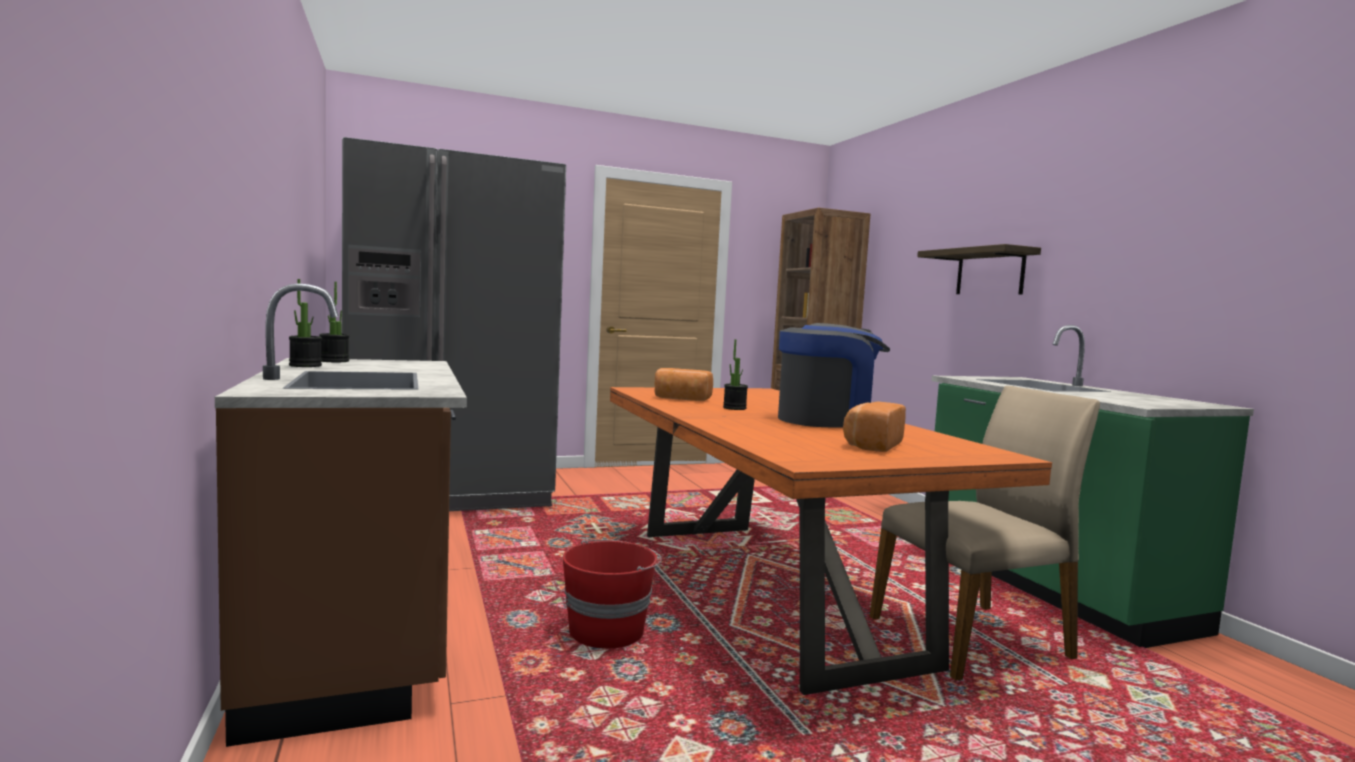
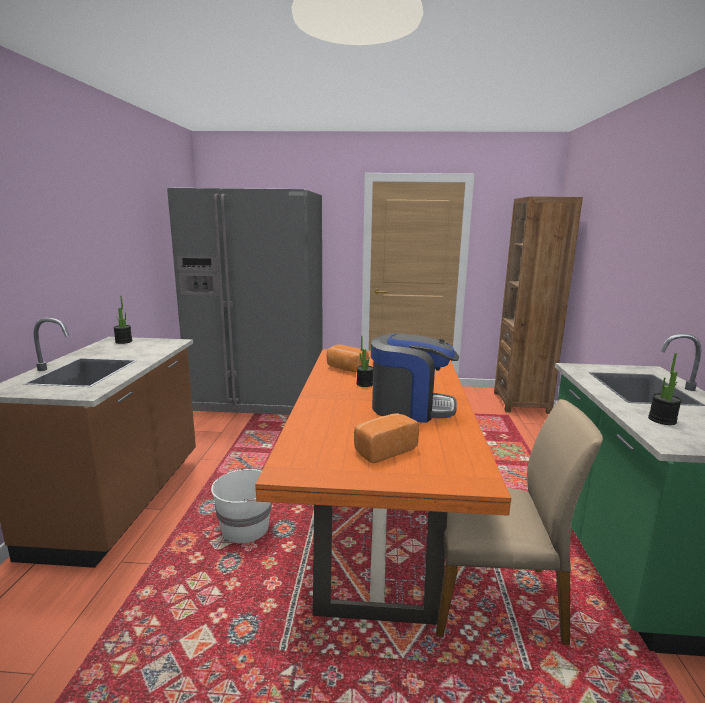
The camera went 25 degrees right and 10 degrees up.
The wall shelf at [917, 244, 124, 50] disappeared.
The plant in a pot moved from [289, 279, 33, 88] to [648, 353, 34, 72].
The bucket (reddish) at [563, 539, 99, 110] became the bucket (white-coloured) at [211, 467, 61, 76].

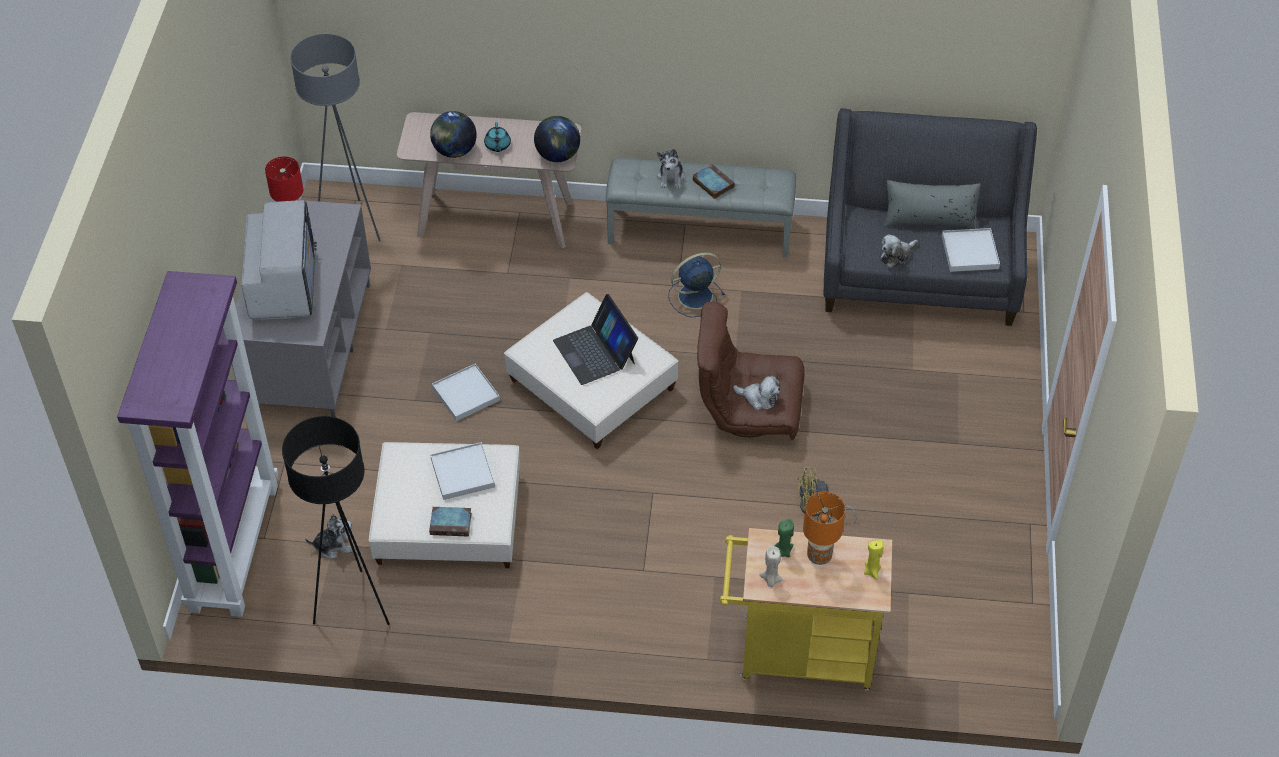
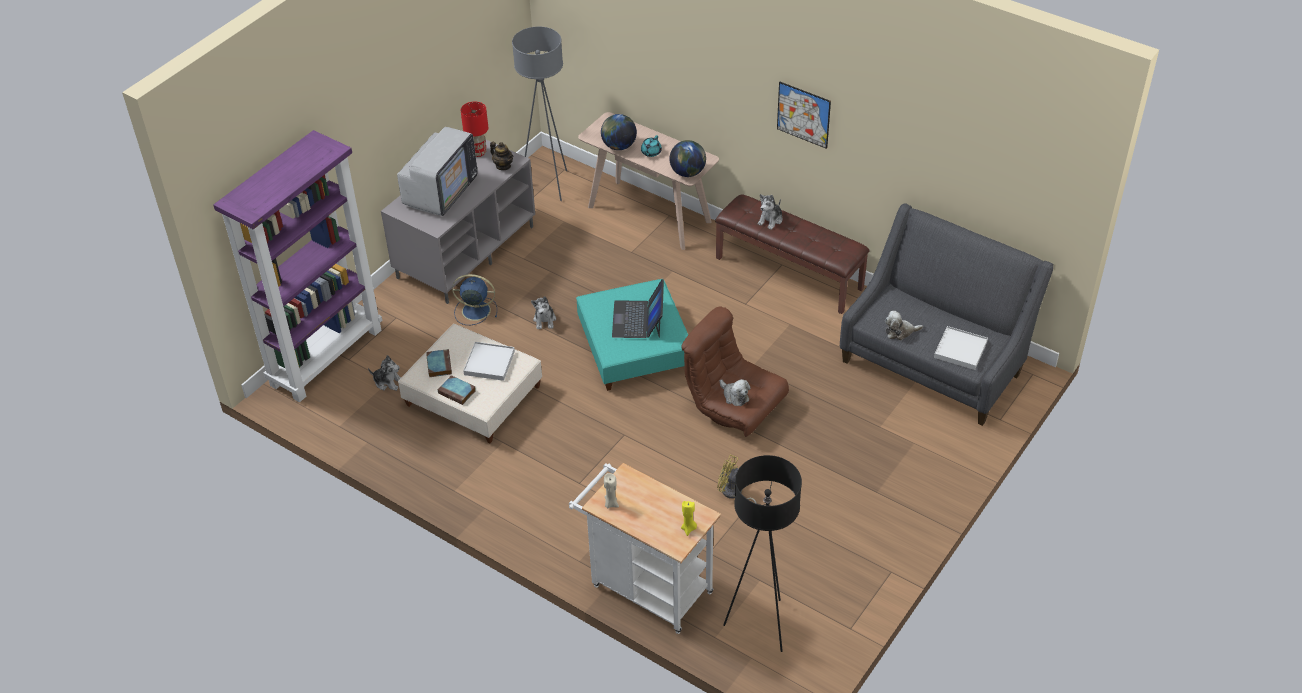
The camera went 30 degrees right and 5 degrees down.
The indoor bench (greyish) at [606, 158, 190, 99] became the indoor bench (brownish) at [715, 195, 155, 119].
The bound book moved from [692, 164, 43, 35] to [426, 349, 26, 28].
The cushion (greyish) at [884, 180, 97, 49] disappeared.
The cooling fan (blue) moved from [668, 253, 57, 64] to [452, 274, 45, 51].
The ottoman (sand-coloured) at [504, 292, 175, 157] became the ottoman (turquoise-coloured) at [576, 279, 112, 112].
The serving tray (white-coloured) at [432, 364, 68, 57] was replaced by the soft toy at [531, 296, 25, 33].
The standing lamp (black-coloured) moved from [282, 416, 108, 209] to [723, 455, 79, 197].
The tabletop lamp (orange-coloured) at [803, 492, 42, 73] disappeared.
The wax candle (green-coloured) at [775, 519, 19, 39] disappeared.
The cart (yellow) at [720, 528, 172, 163] became the cart (white-coloured) at [569, 463, 152, 171].
The picture at [777, 82, 54, 67] appeared.
The pot for tea at [490, 142, 23, 28] appeared.

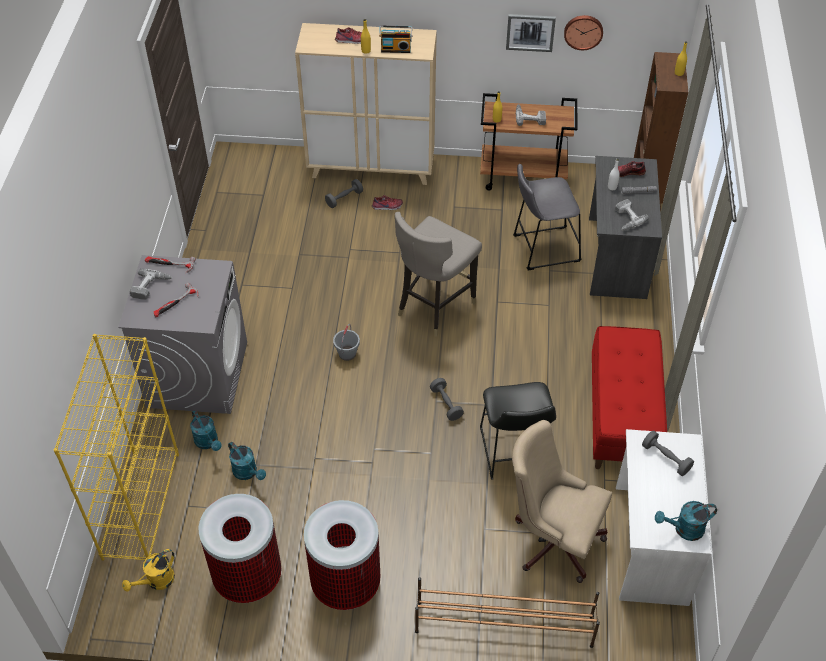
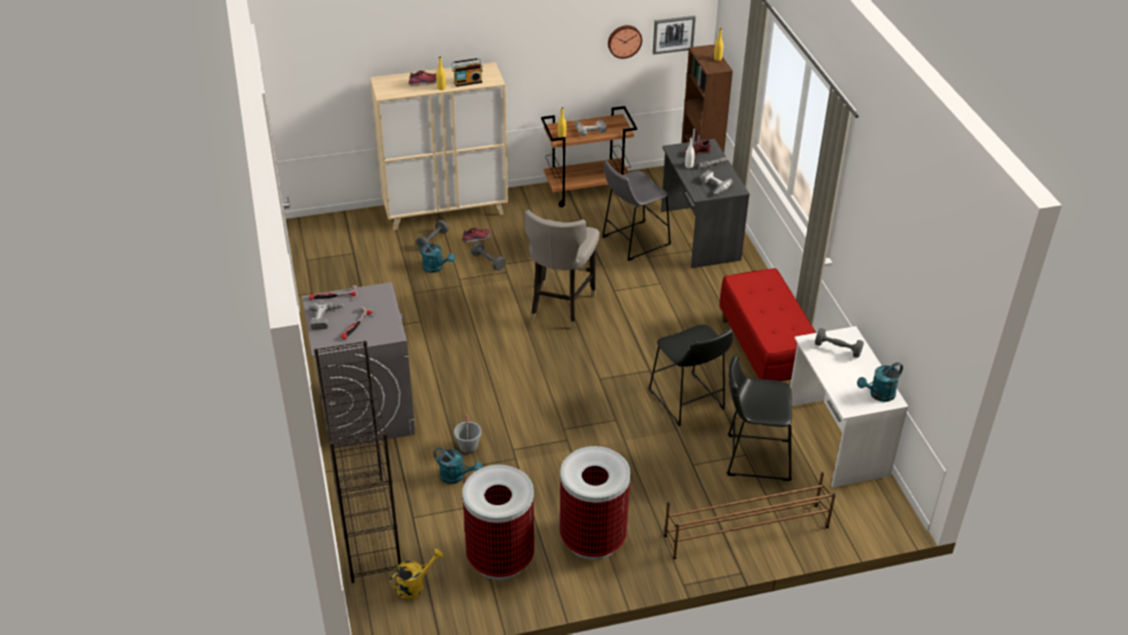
The camera went 20 degrees left and 10 degrees down.
The picture moved from [506, 14, 50, 38] to [653, 16, 43, 38].
The bucket (greyish) moved from [333, 324, 27, 37] to [454, 414, 28, 40].
The bookcase (yellow) at [54, 334, 125, 227] became the bookcase (black-coloured) at [314, 341, 87, 242].
The dumbbell (greyish) moved from [430, 378, 34, 43] to [471, 242, 35, 29].
The watering can (turquoise-coloured) moved from [190, 410, 32, 41] to [418, 240, 37, 33].
The office chair (sand-coloured) at [512, 420, 100, 163] was replaced by the sitting stool (black-coloured) at [727, 355, 65, 126].
The watering can (yellow) at [122, 549, 53, 43] turned 150 degrees counterclockwise.

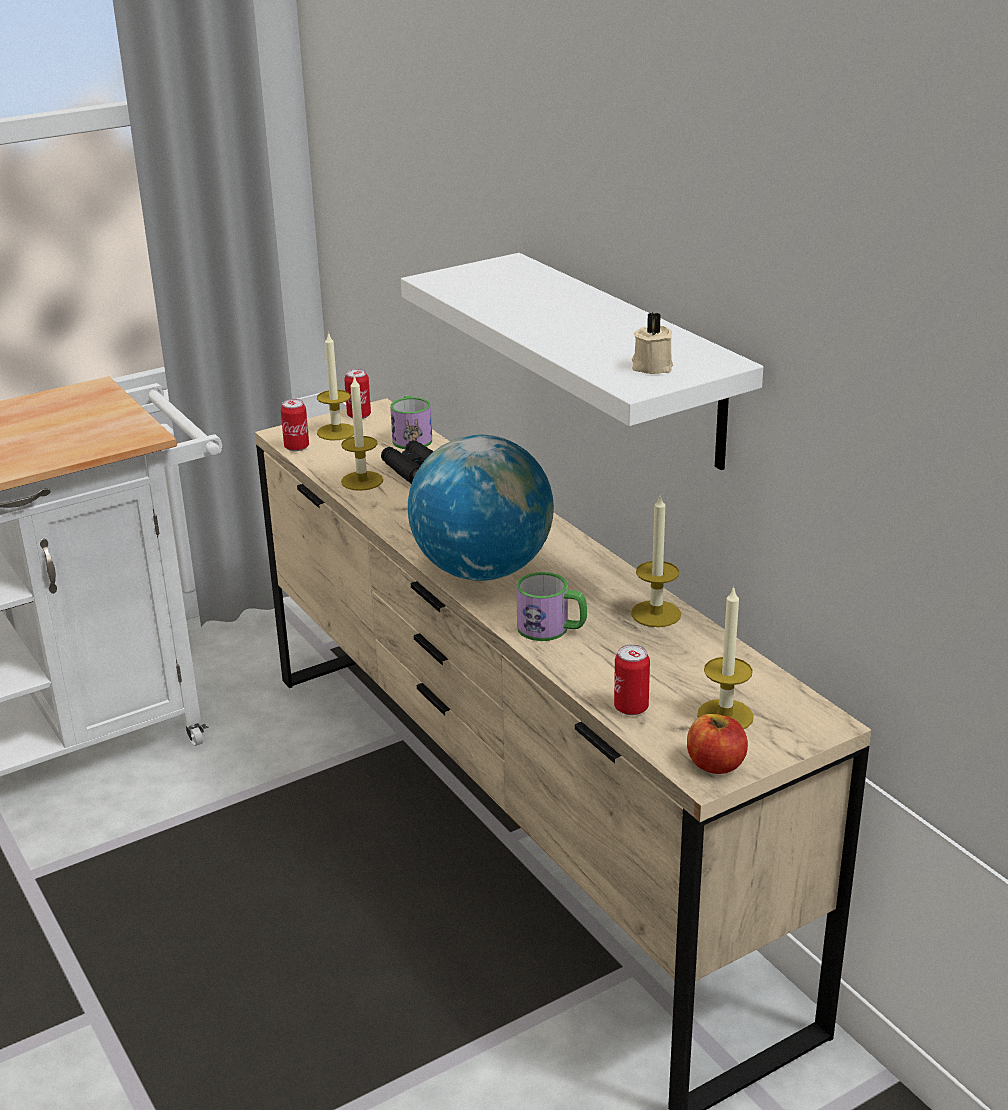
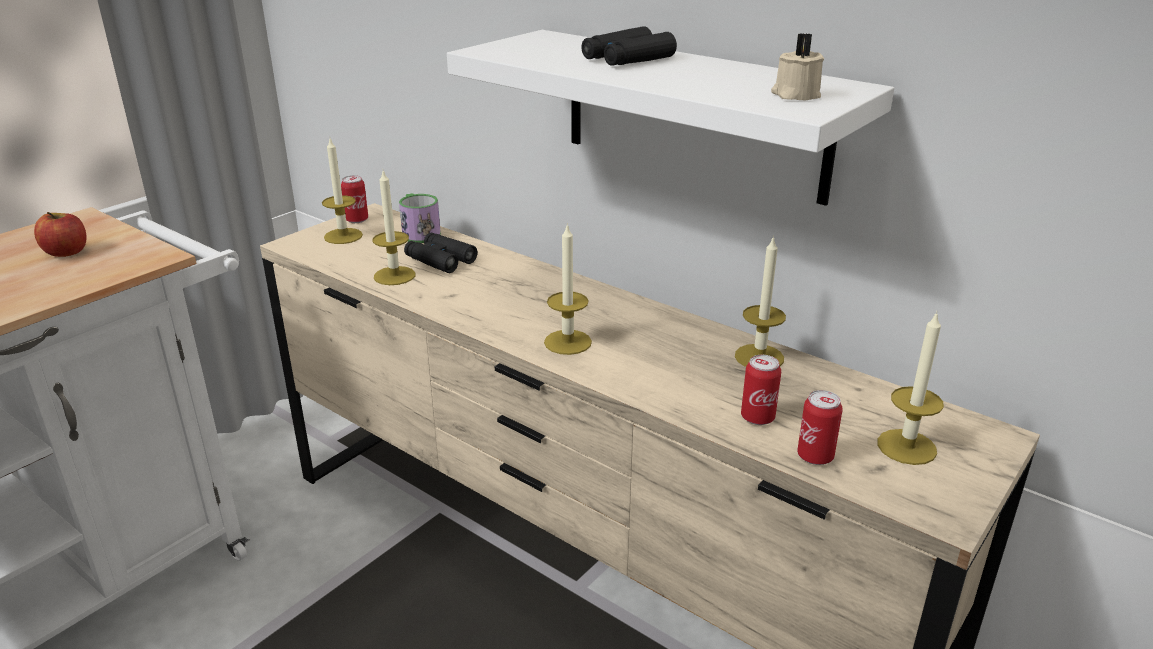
The camera went 20 degrees left and 0 degrees up.
The can moved from [281, 399, 28, 52] to [741, 355, 40, 70].
The desk globe at [408, 435, 146, 146] was replaced by the wax candle at [544, 223, 48, 132].
The tea mug at [516, 572, 71, 69] disappeared.
The apple moved from [687, 714, 61, 60] to [34, 212, 52, 45].
The pair of binoculars (black-coloured) at [581, 27, 96, 39] appeared.

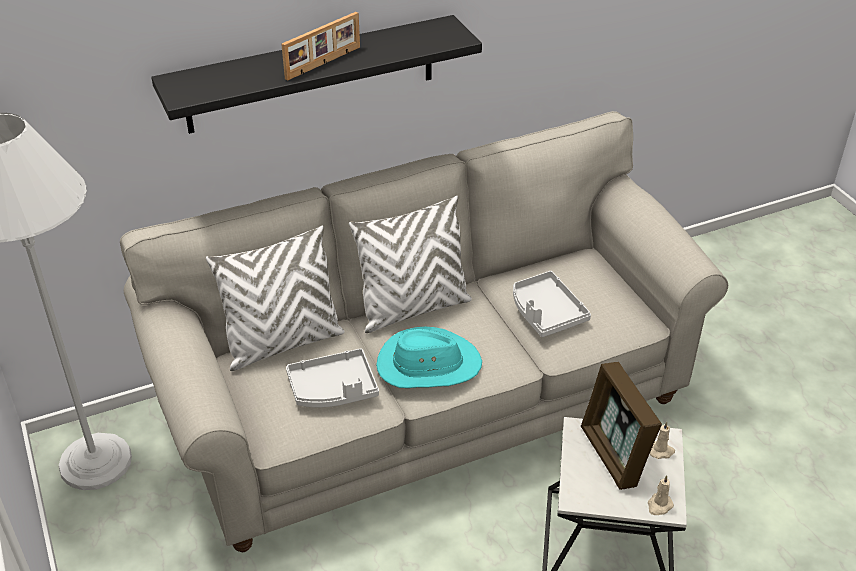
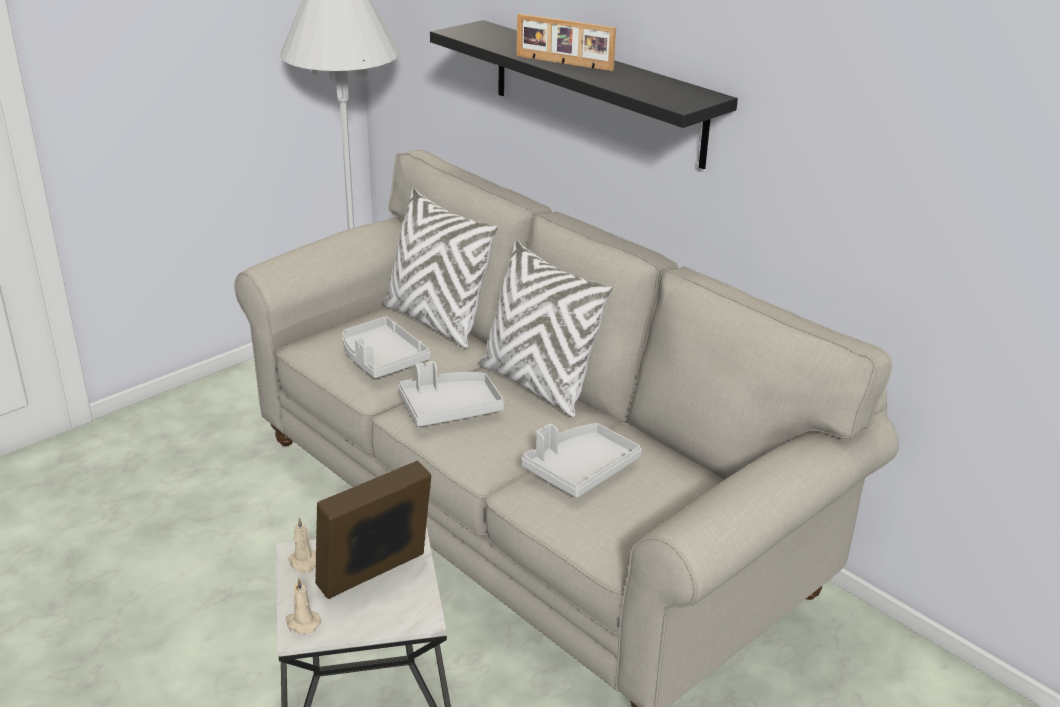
The camera went 70 degrees right and 10 degrees down.
The wearable hat (turquoise-coloured) at [376, 327, 106, 61] was replaced by the serving tray (greyish) at [398, 361, 107, 66].
The wax candle (sand-coloured) moved from [650, 422, 25, 37] to [288, 517, 28, 57].

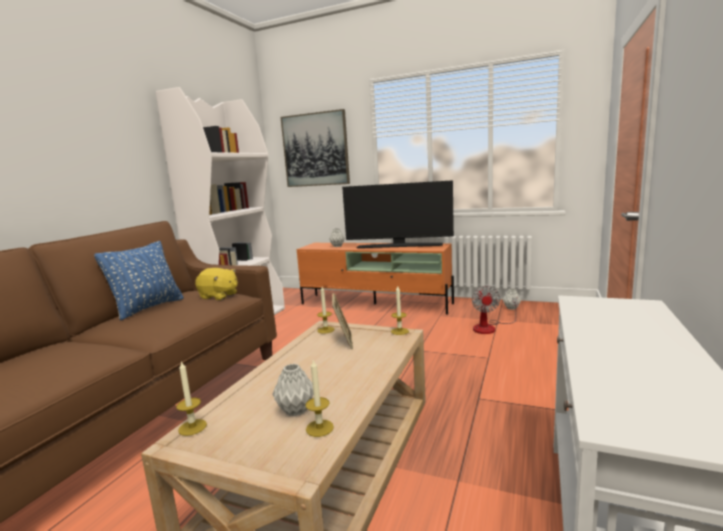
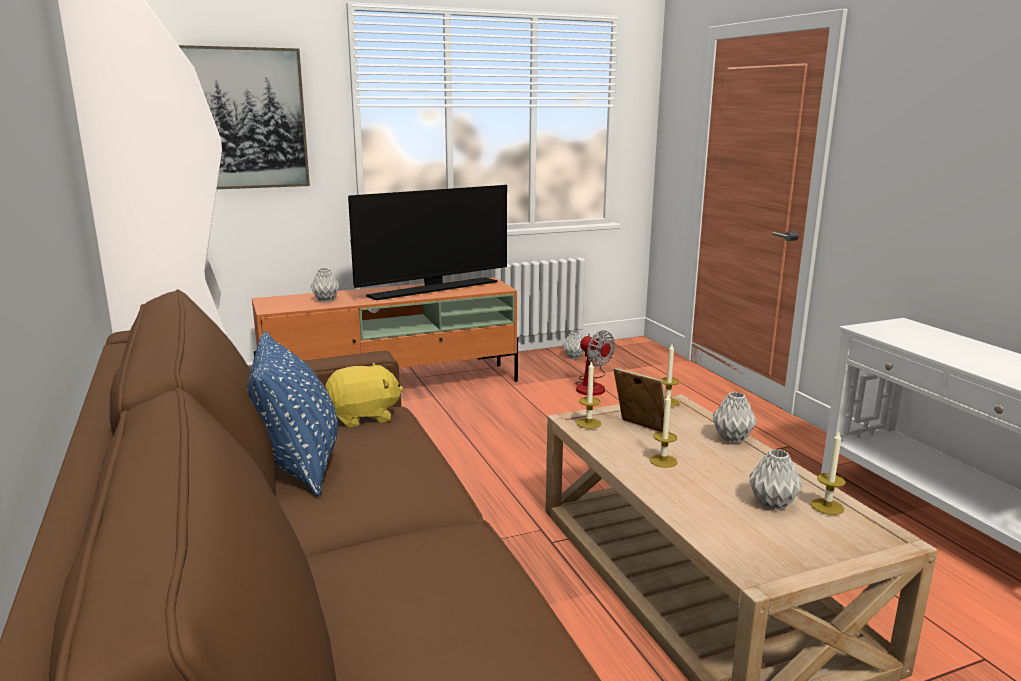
The camera went 45 degrees left and 5 degrees up.
The wax candle moved from [176, 361, 31, 75] to [650, 392, 27, 76].
The decorative vase (greyish) at [713, 392, 44, 51] appeared.

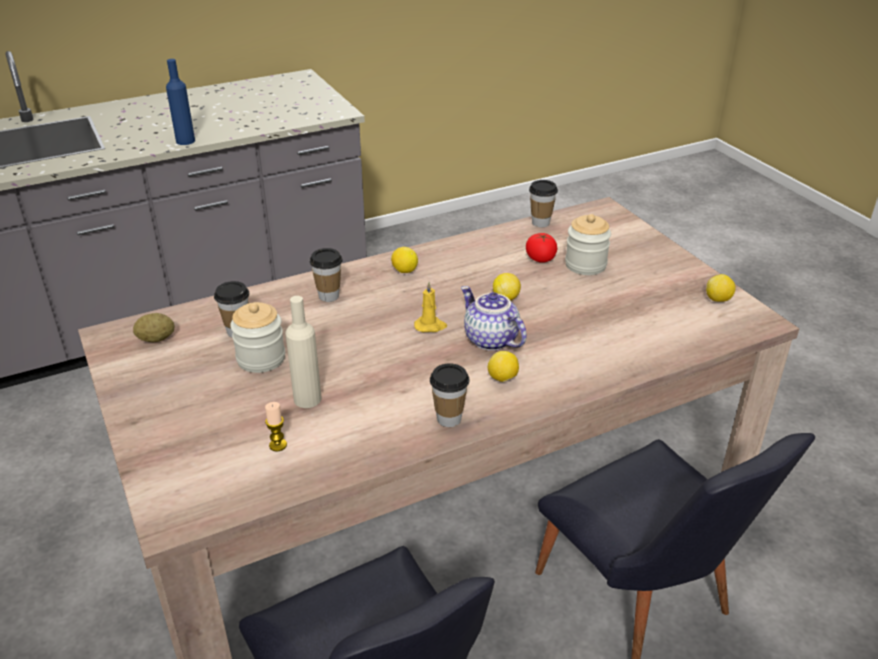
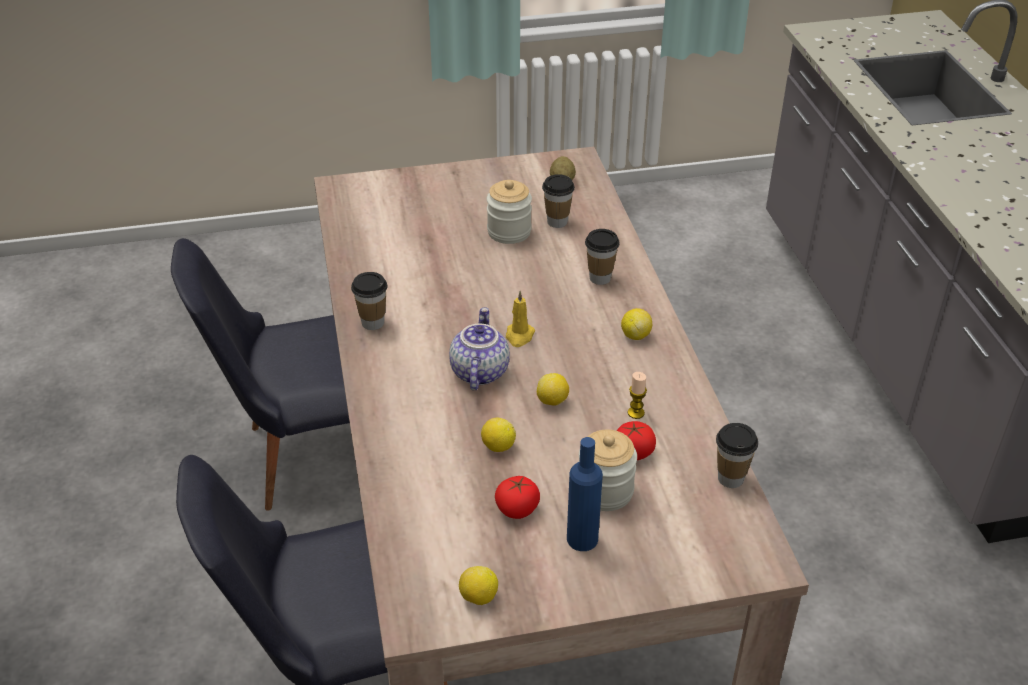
The camera went 105 degrees right and 5 degrees up.
The beverage bottle (blue) moved from [166, 59, 29, 86] to [567, 437, 36, 114].
The pot for tea at [461, 286, 66, 65] turned 60 degrees counterclockwise.
The beverage bottle (sand-coloured) at [286, 296, 36, 112] disappeared.
The citrus fruit moved from [488, 351, 31, 31] to [481, 418, 35, 34].
The wax candle moved from [265, 402, 22, 49] to [628, 372, 19, 47].
The fresh tomato at [495, 476, 45, 43] appeared.

